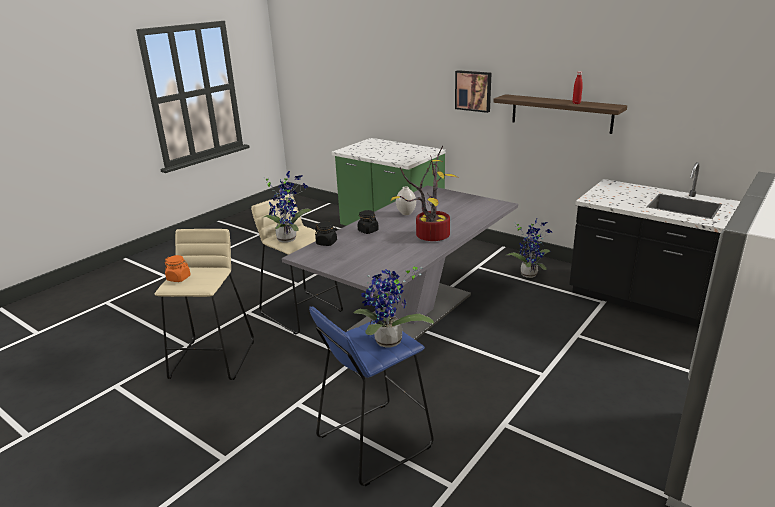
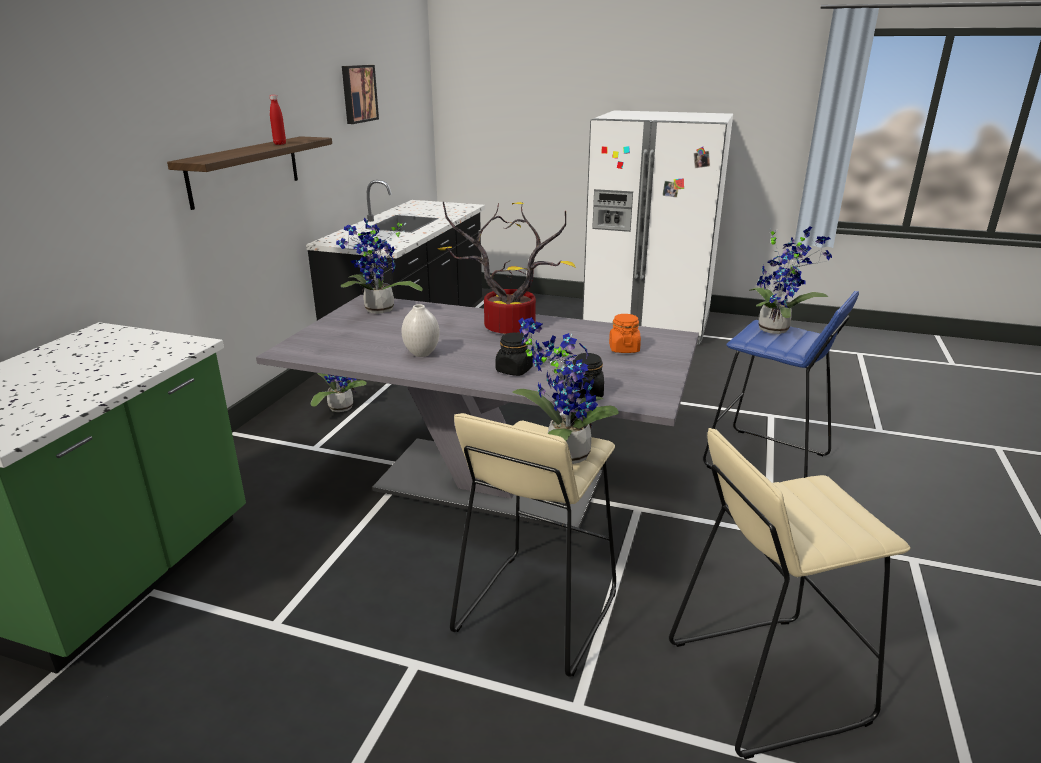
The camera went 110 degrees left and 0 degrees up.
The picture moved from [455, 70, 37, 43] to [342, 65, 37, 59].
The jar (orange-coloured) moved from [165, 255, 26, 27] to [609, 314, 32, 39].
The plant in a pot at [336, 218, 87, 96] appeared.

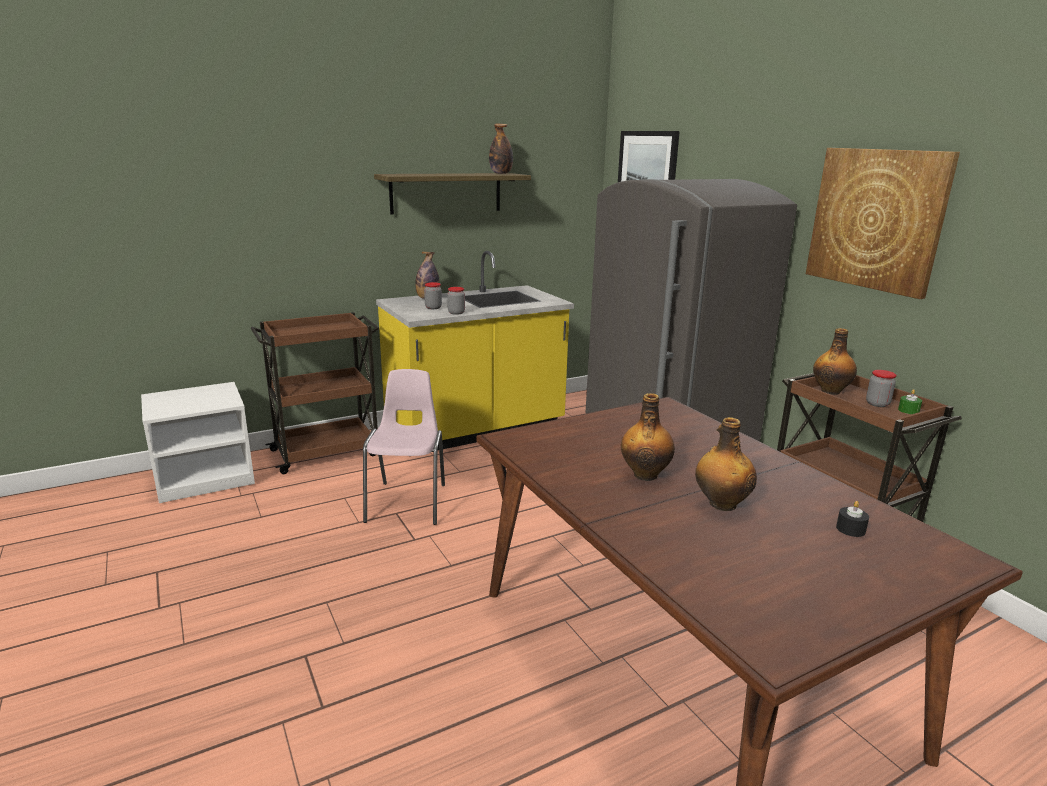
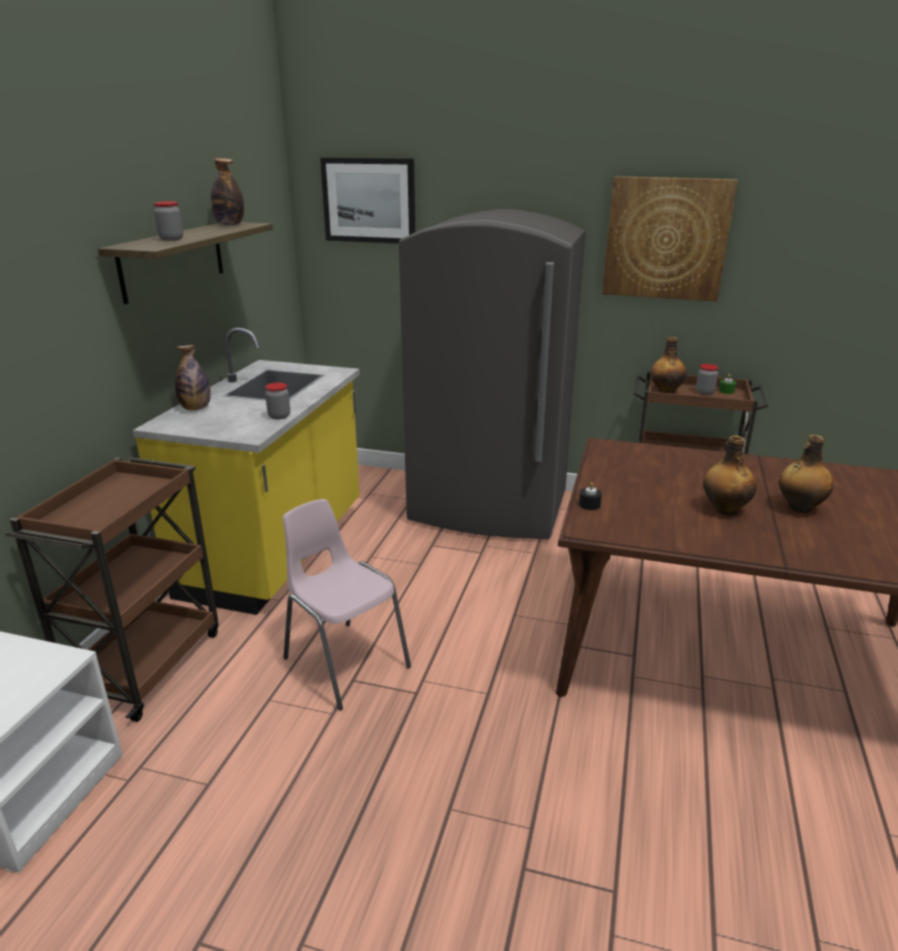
The camera went 45 degrees left and 5 degrees up.
The jar moved from [424, 282, 18, 27] to [154, 201, 29, 40].
The wax candle (black-coloured) moved from [836, 501, 33, 36] to [579, 482, 23, 28].

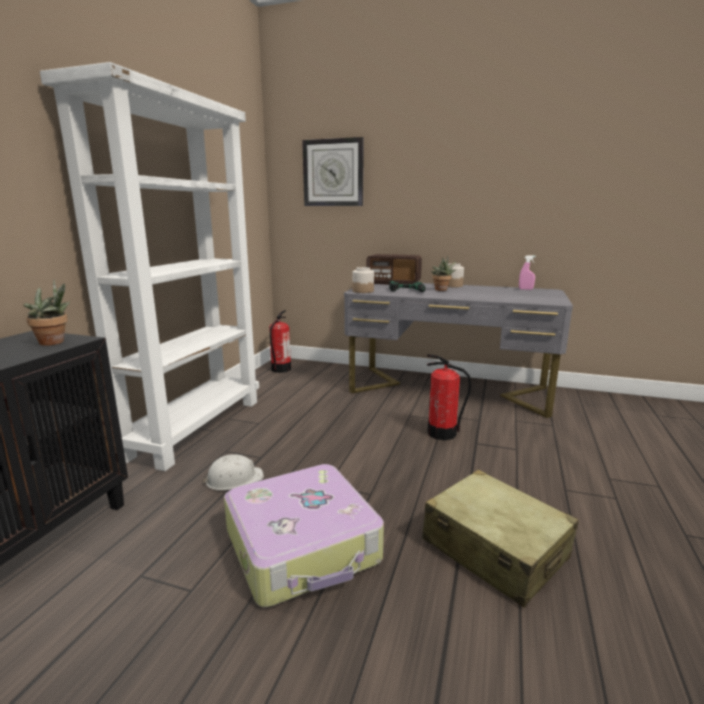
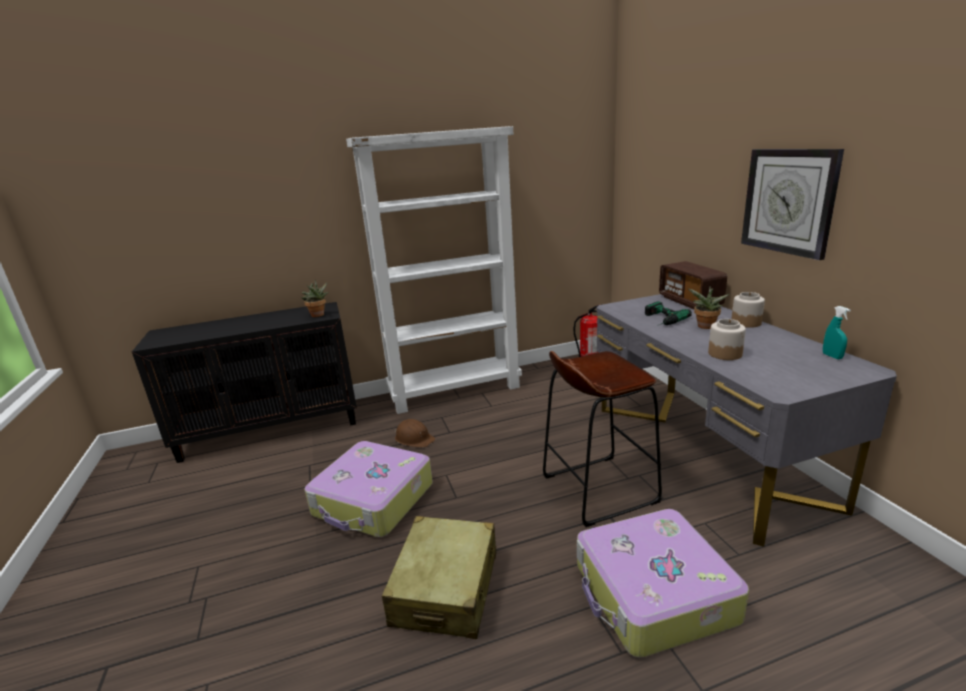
The camera went 55 degrees right and 5 degrees up.
The clock on the wall moved from [302, 137, 62, 69] to [741, 149, 103, 111].
The spray bottle (pinkish) at [519, 255, 17, 35] became the spray bottle (turquoise-coloured) at [823, 306, 28, 53].
The jar moved from [352, 267, 22, 26] to [708, 319, 38, 41].
The fire-fighting cylinder at [427, 354, 44, 86] was replaced by the sitting stool (brownish) at [543, 351, 119, 176].
The safety helmet (white-coloured) at [202, 454, 62, 36] became the safety helmet (brownish) at [395, 419, 40, 29].
The piece of luggage at [577, 509, 172, 149] appeared.

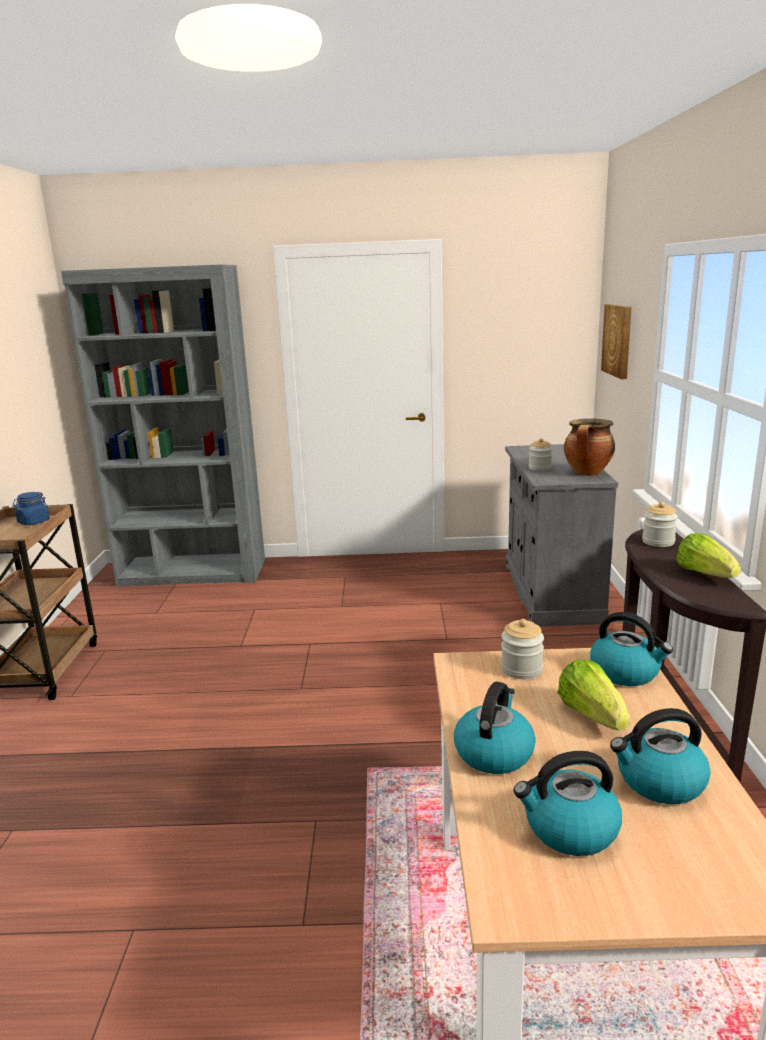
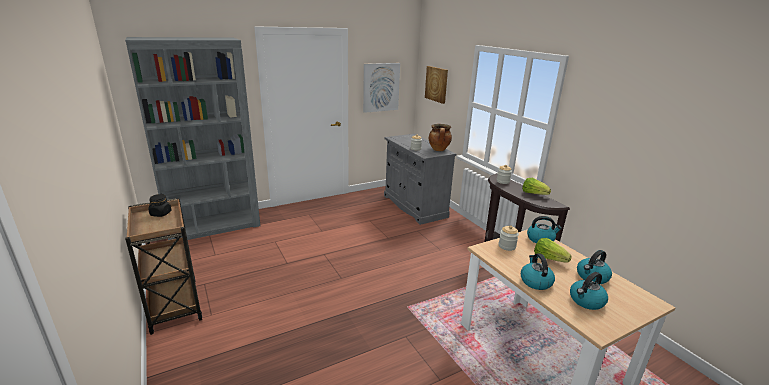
The camera went 30 degrees left and 5 degrees up.
The jar (blue) at [12, 492, 38, 33] became the jar (black-coloured) at [148, 194, 24, 23].
The picture at [363, 63, 37, 50] appeared.

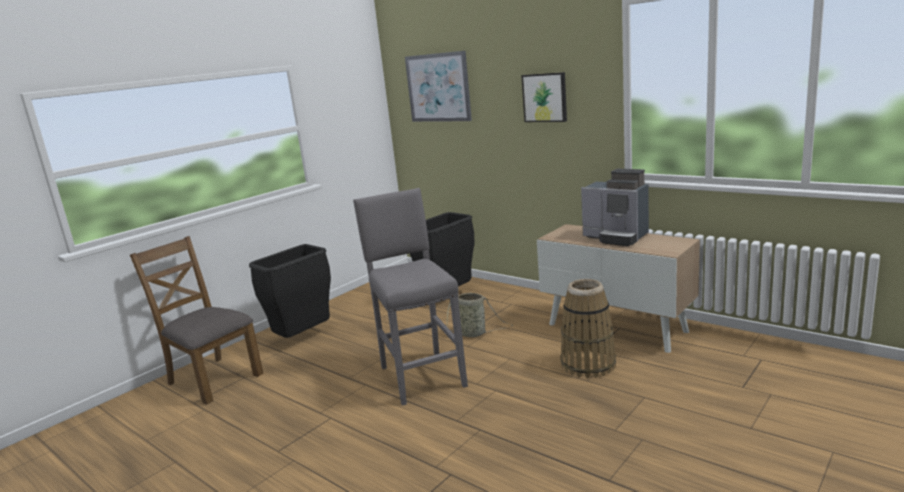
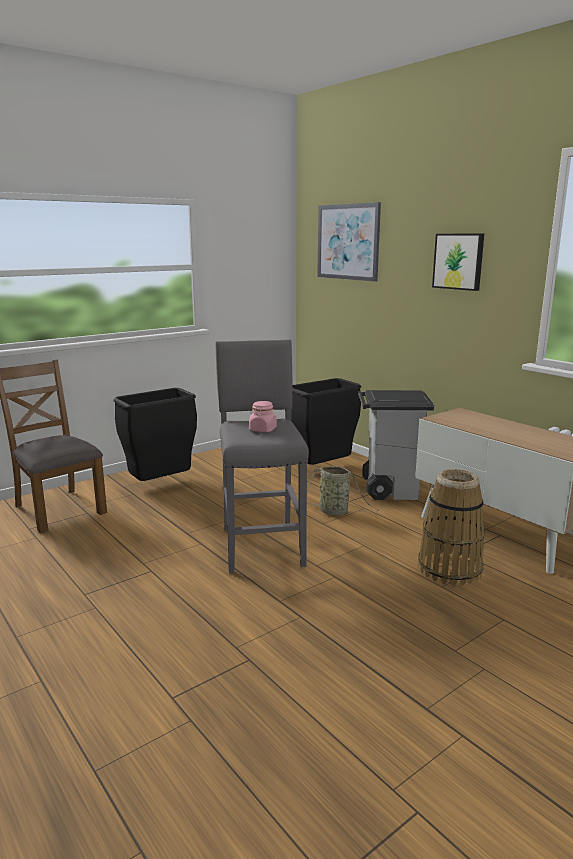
The camera went 10 degrees right and 0 degrees up.
The coffee maker at [581, 169, 68, 77] disappeared.
The rubbish bin (greyish) at [358, 390, 76, 110] appeared.
The jar (pinkish) at [249, 401, 28, 31] appeared.

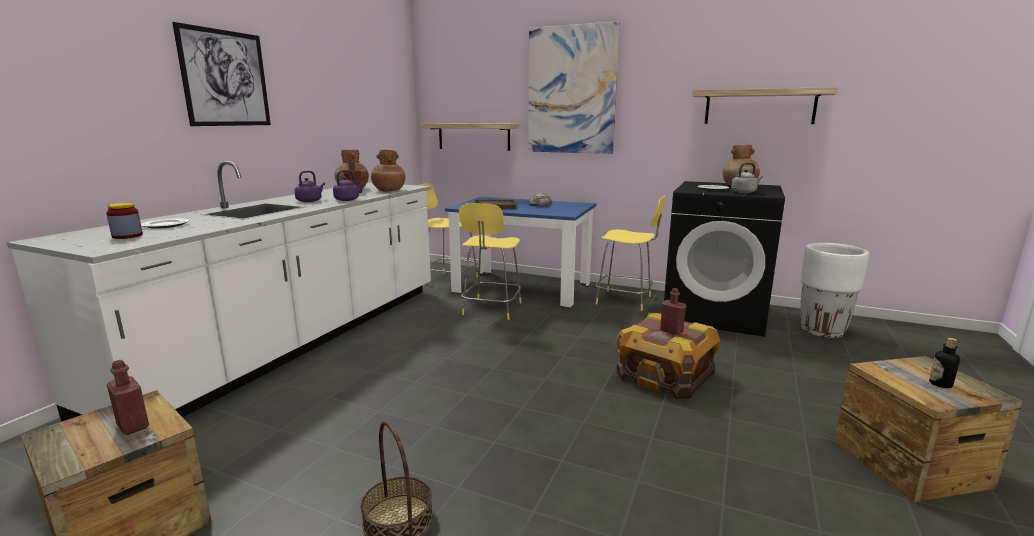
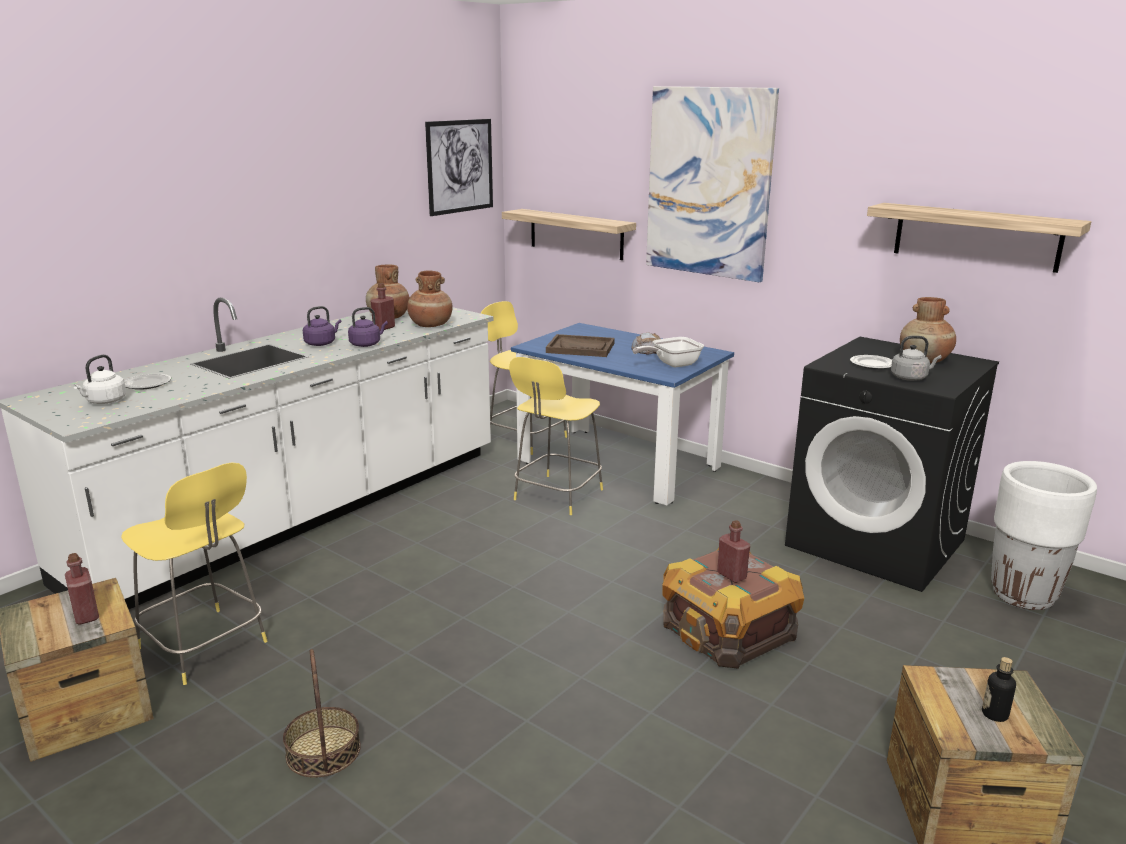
The camera went 15 degrees right and 5 degrees up.
The picture moved from [172, 22, 99, 104] to [425, 119, 68, 97].
The sitting stool (yellow) moved from [596, 195, 70, 116] to [121, 462, 146, 223].
The jar at [106, 203, 37, 36] was replaced by the kettle (white-coloured) at [73, 355, 53, 49].
The skillet at [633, 337, 71, 30] appeared.

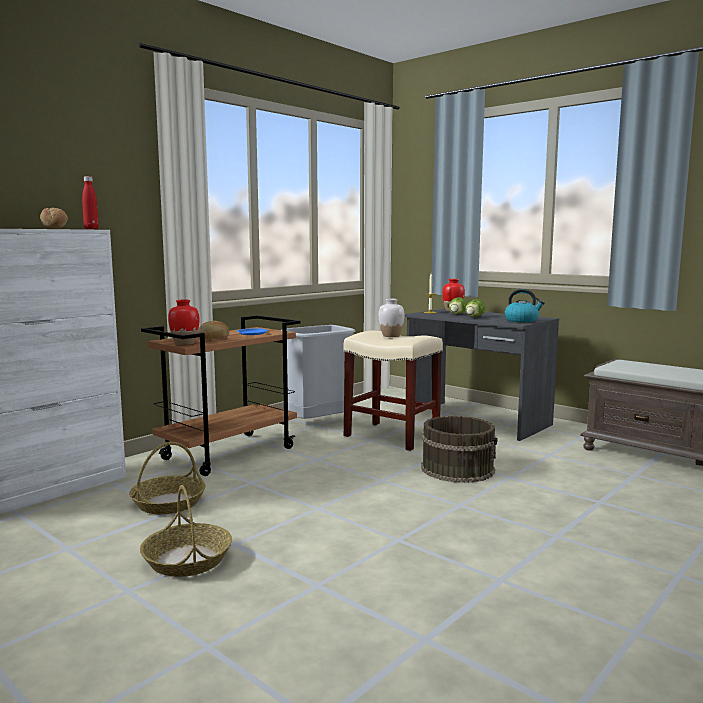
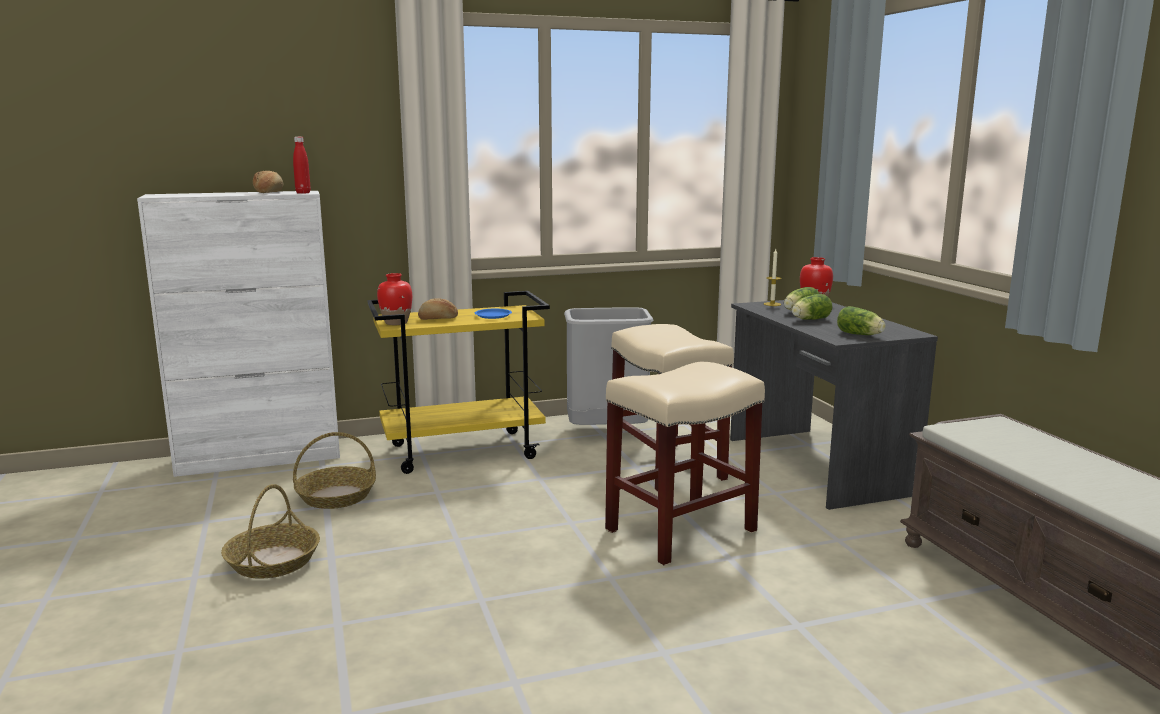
The camera went 30 degrees right and 5 degrees up.
The kettle at [505, 289, 40, 33] was replaced by the lettuce head at [837, 306, 49, 29].
The decorative vase (white-coloured) at [379, 299, 26, 38] disappeared.
The cart (brownish) at [141, 315, 160, 161] became the cart (yellow) at [368, 291, 182, 183].
The bucket (brownish) at [421, 416, 77, 67] was replaced by the sitting stool (sand-coloured) at [605, 361, 160, 205].

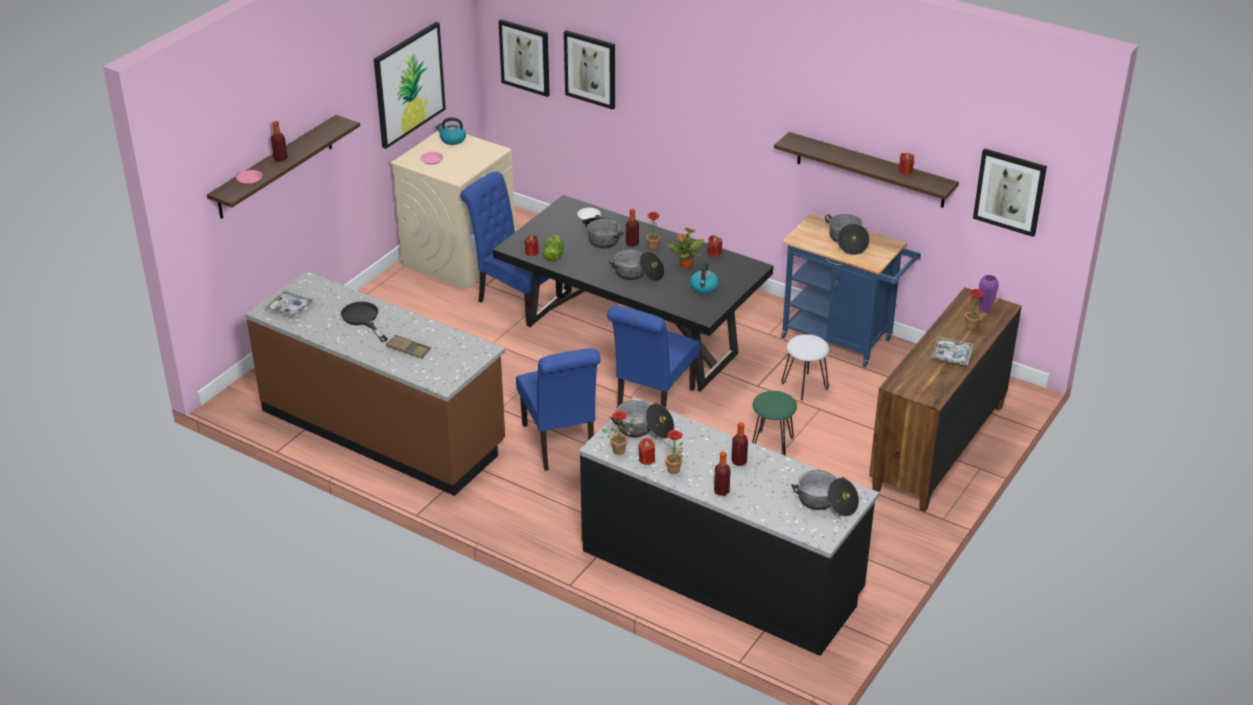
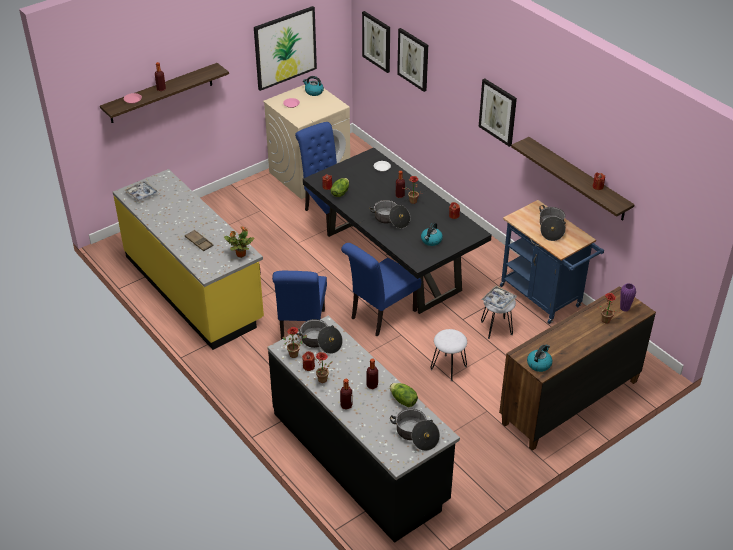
The camera went 20 degrees right and 5 degrees up.
The picture moved from [973, 148, 74, 89] to [479, 79, 38, 68].
The stockpot at [582, 215, 42, 33] disappeared.
The plant in a pot moved from [667, 228, 37, 41] to [224, 226, 30, 32].
The counter (brownish) at [245, 271, 260, 225] became the counter (yellow) at [113, 169, 151, 181].
The skillet (black-coloured) at [341, 302, 47, 40] disappeared.
The serving tray moved from [931, 337, 43, 29] to [481, 286, 36, 25].
The sitting stool (green-coloured) at [752, 391, 45, 65] became the sitting stool (white-coloured) at [430, 329, 37, 52].
The kettle at [527, 345, 25, 27] appeared.
The lettuce head at [390, 383, 28, 24] appeared.

